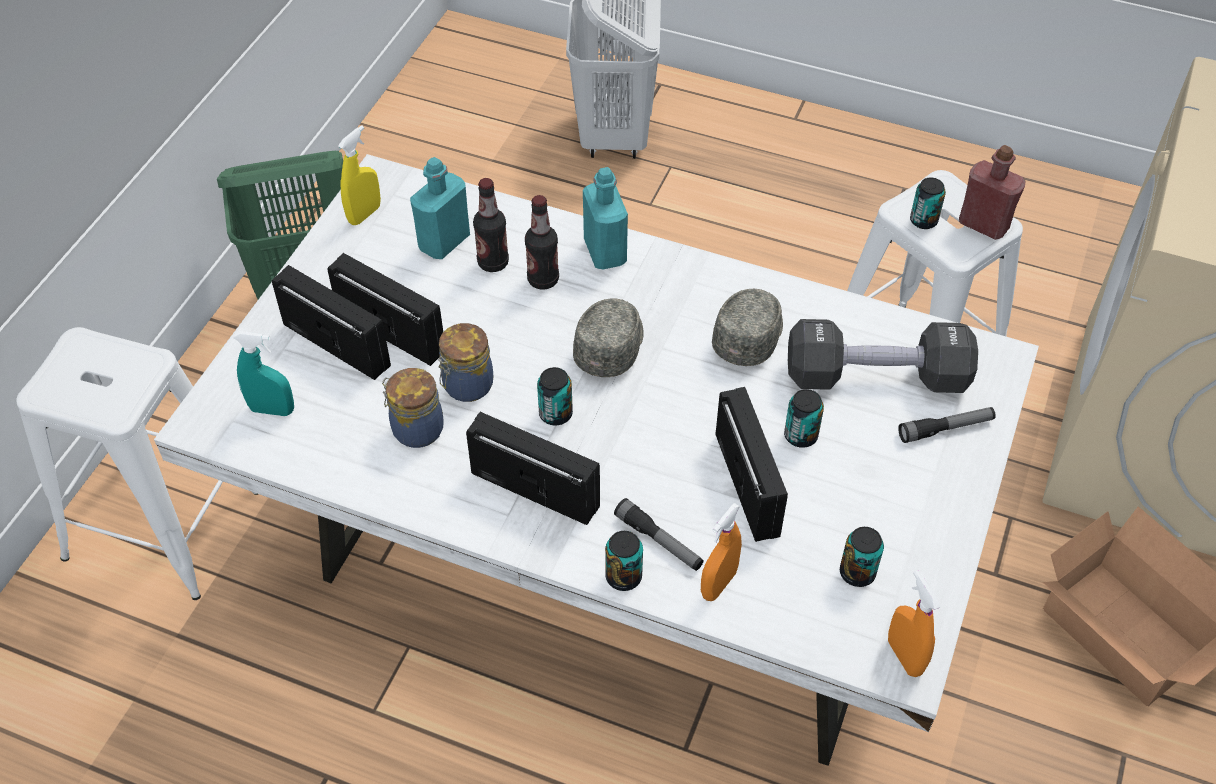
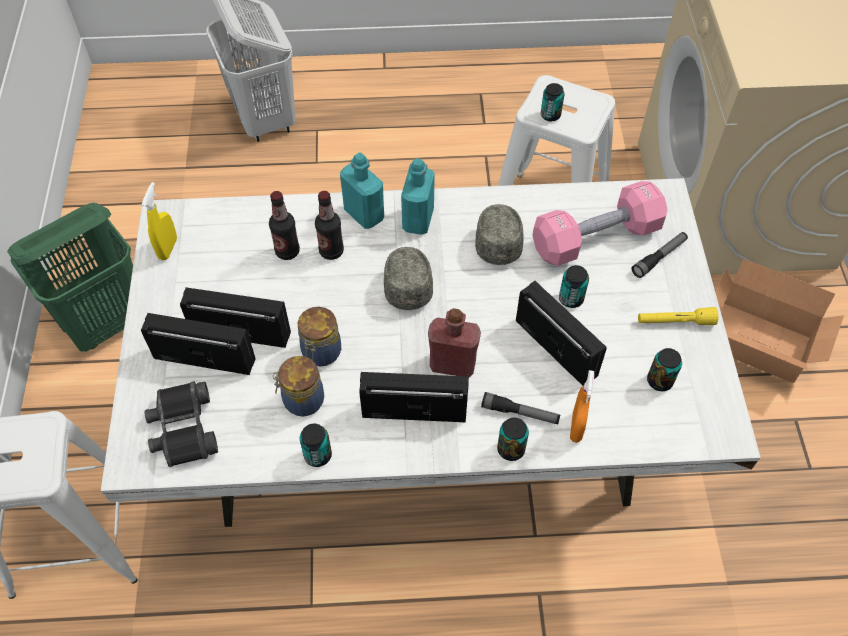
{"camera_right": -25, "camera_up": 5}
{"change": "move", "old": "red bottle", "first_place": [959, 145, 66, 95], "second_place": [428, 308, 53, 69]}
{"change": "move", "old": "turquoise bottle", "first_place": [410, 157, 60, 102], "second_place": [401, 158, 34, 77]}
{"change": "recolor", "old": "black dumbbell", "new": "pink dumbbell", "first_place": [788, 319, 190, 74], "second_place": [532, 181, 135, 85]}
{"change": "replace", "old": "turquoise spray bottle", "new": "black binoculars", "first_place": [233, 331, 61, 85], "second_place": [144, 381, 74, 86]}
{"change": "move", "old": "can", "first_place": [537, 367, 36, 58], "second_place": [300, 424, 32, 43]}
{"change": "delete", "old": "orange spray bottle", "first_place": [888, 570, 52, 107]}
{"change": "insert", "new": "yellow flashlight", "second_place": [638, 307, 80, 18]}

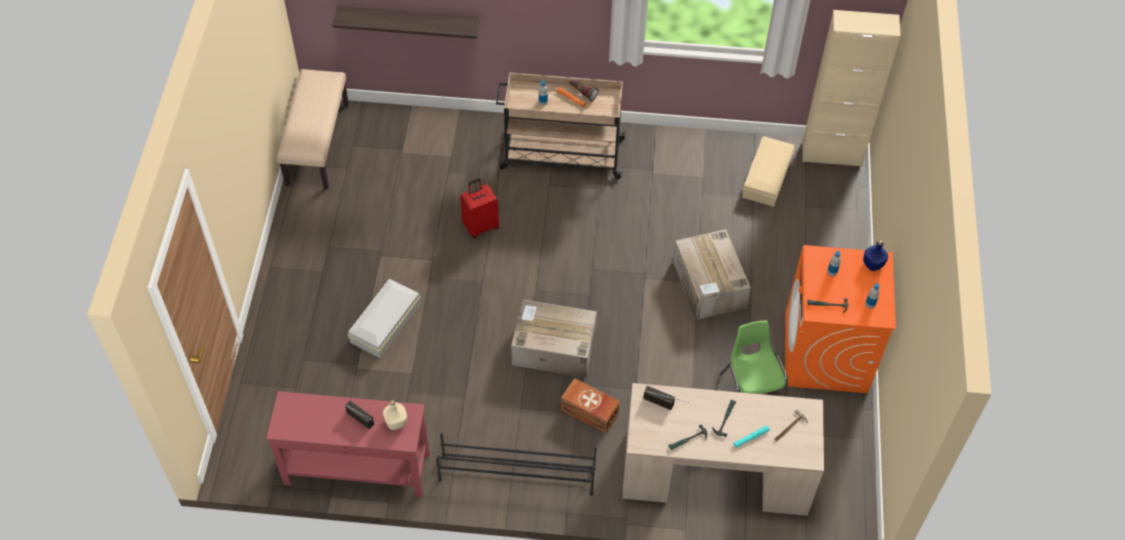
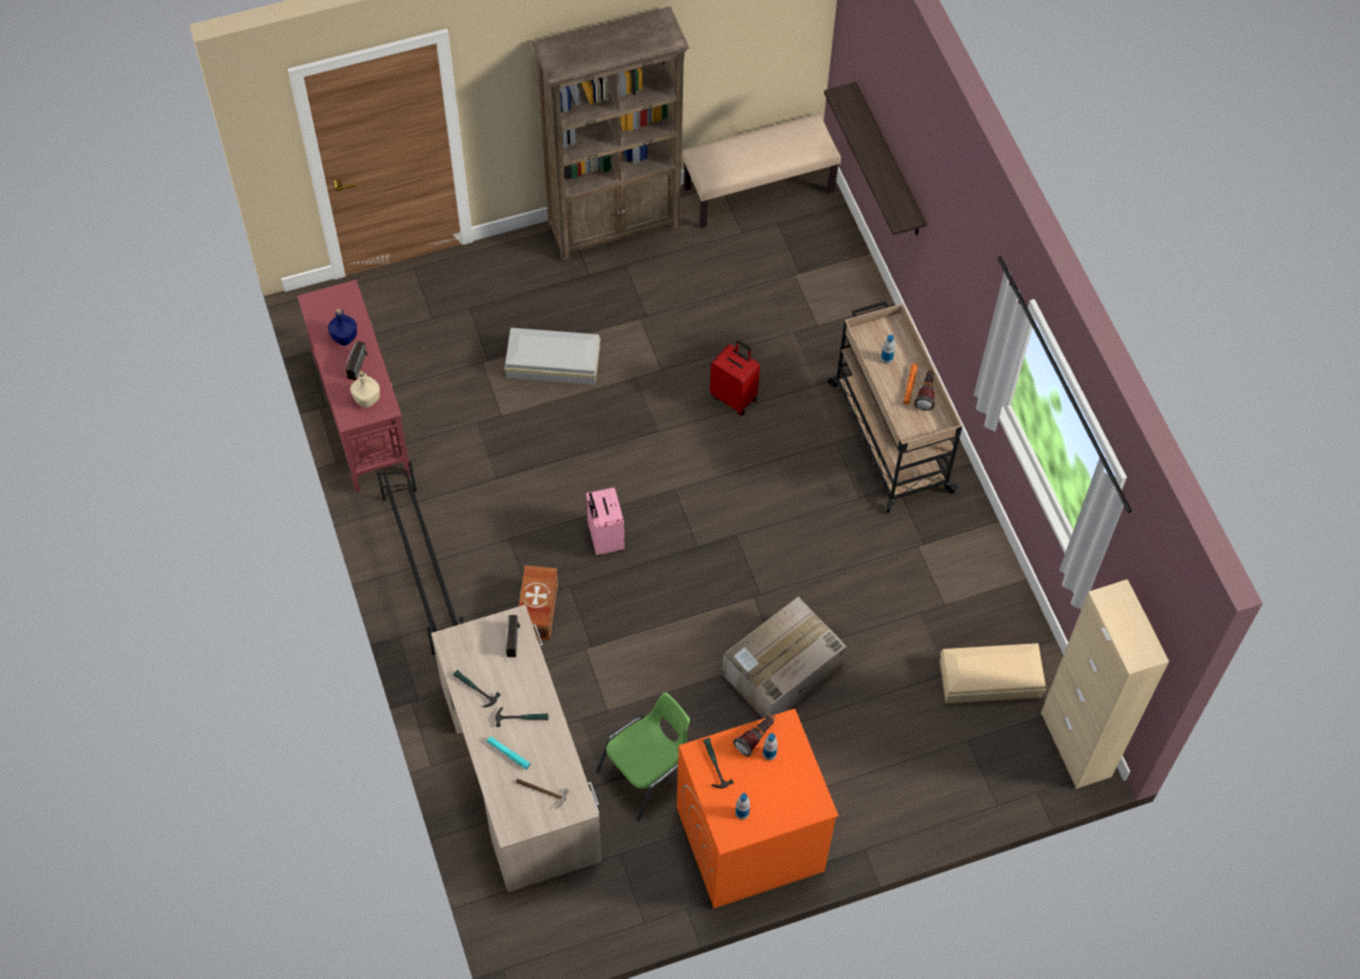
{"camera_right": 65, "camera_up": 5}
{"change": "move", "old": "blue bottle", "first_place": [863, 240, 25, 31], "second_place": [328, 308, 29, 38]}
{"change": "replace", "old": "cardboard box", "new": "pink suitcase", "first_place": [511, 299, 86, 78], "second_place": [586, 487, 39, 69]}
{"change": "insert", "new": "brown bookcase", "second_place": [532, 7, 157, 254]}
{"change": "insert", "new": "flashlight", "second_place": [733, 715, 42, 42]}

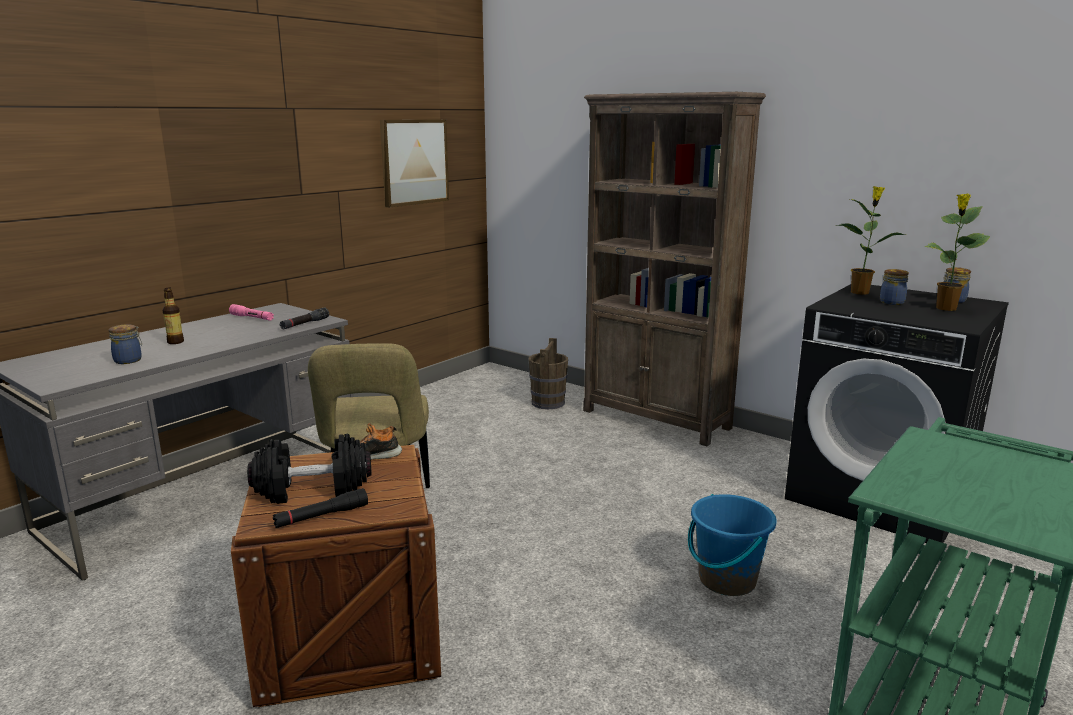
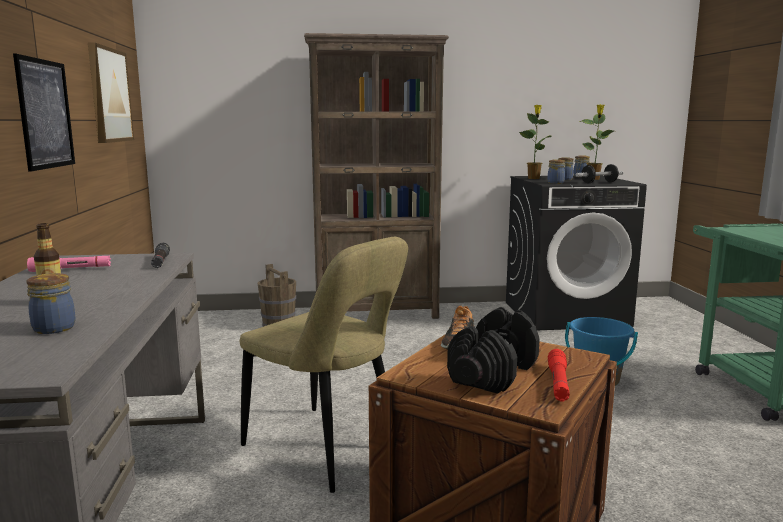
{"camera_right": -45, "camera_up": -5}
{"change": "recolor", "old": "black flashlight", "new": "red flashlight", "first_place": [273, 488, 95, 40], "second_place": [548, 349, 22, 53]}
{"change": "insert", "new": "picture", "second_place": [13, 54, 62, 118]}
{"change": "insert", "new": "jar", "second_place": [547, 159, 18, 25]}
{"change": "insert", "new": "dumbbell", "second_place": [576, 164, 47, 20]}

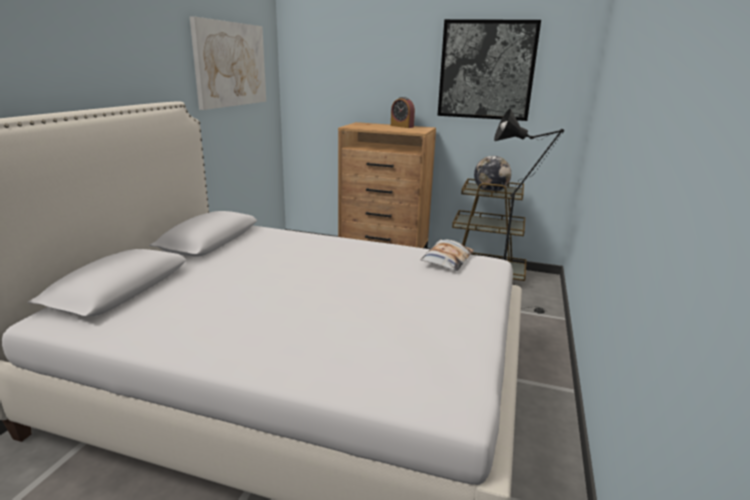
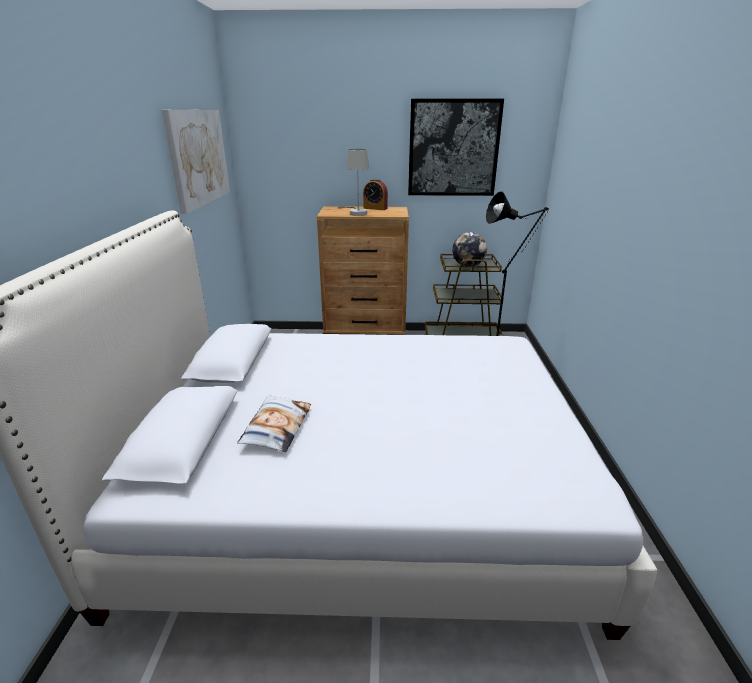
{"camera_right": -15, "camera_up": 5}
{"change": "move", "old": "pillow", "first_place": [421, 240, 53, 31], "second_place": [237, 395, 74, 57]}
{"change": "insert", "new": "grey table lamp", "second_place": [338, 149, 31, 67]}

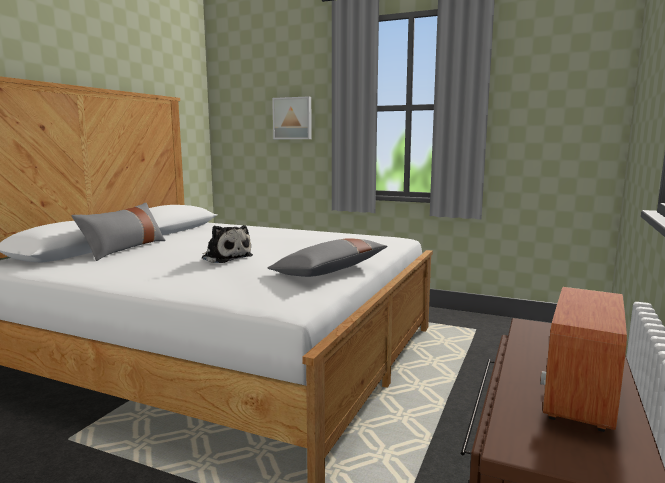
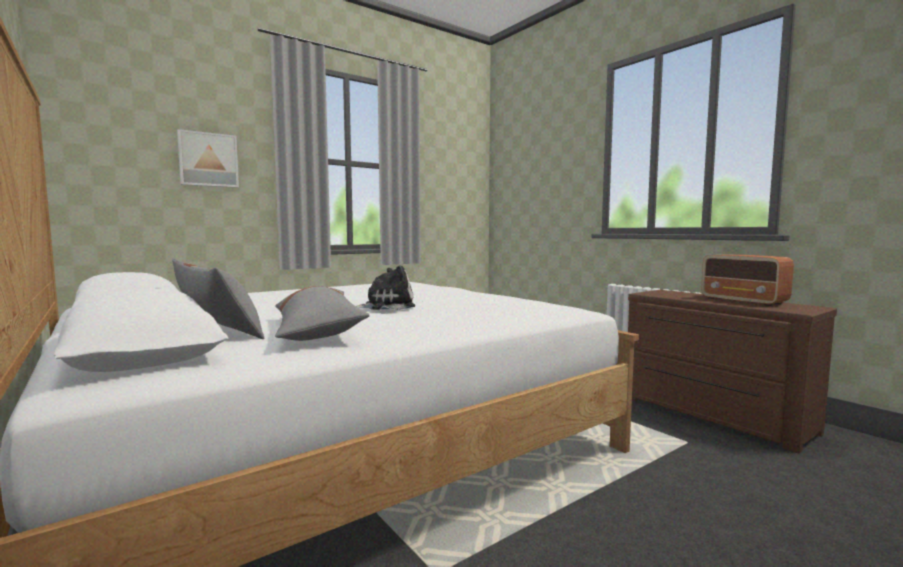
{"camera_right": -60, "camera_up": -5}
{"change": "move", "old": "grey pillow", "first_place": [268, 238, 120, 39], "second_place": [275, 286, 95, 55]}

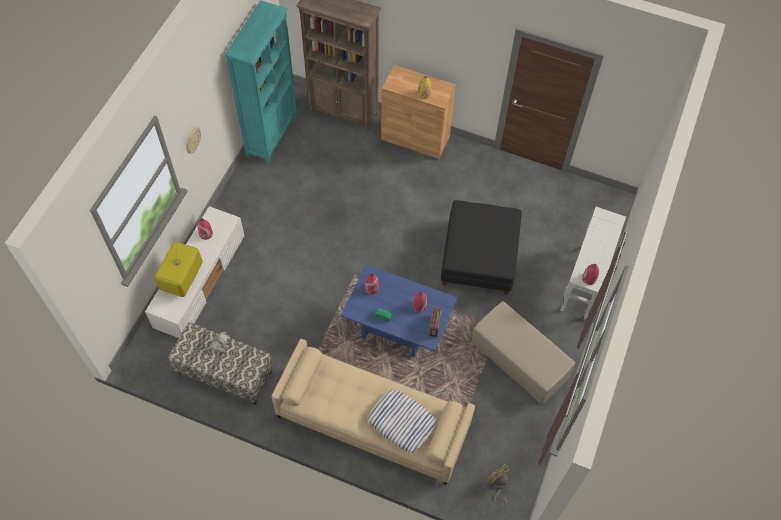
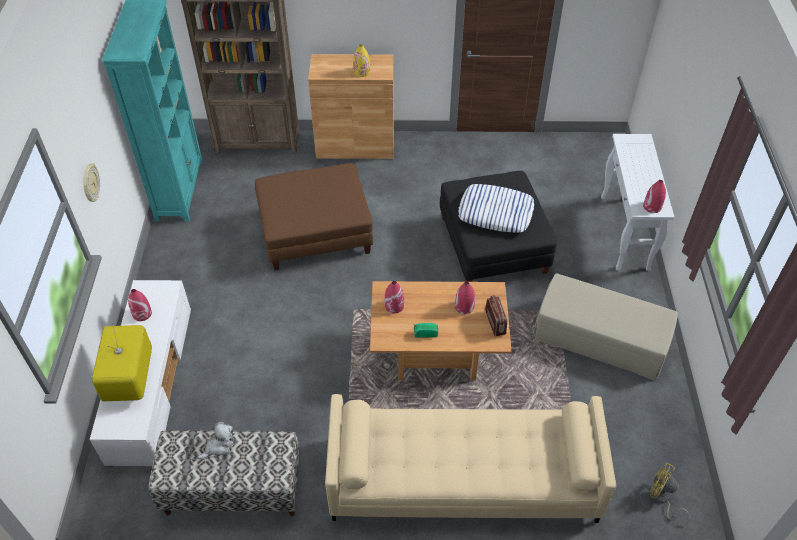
{"camera_right": -20, "camera_up": -10}
{"change": "recolor", "old": "blue coffee table", "new": "brown coffee table", "first_place": [341, 264, 117, 94], "second_place": [370, 281, 142, 100]}
{"change": "move", "old": "pillow", "first_place": [368, 389, 69, 64], "second_place": [458, 184, 76, 49]}
{"change": "insert", "new": "brown ottoman", "second_place": [255, 163, 118, 107]}

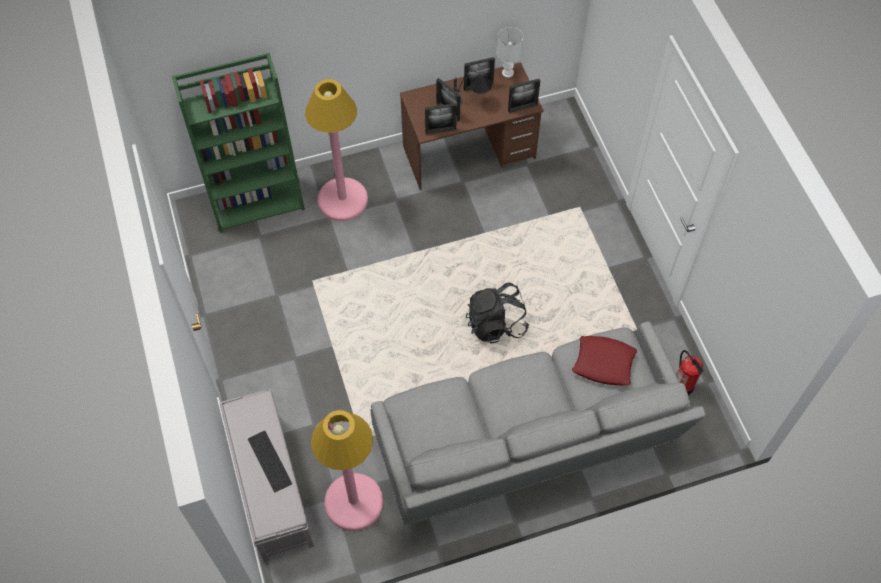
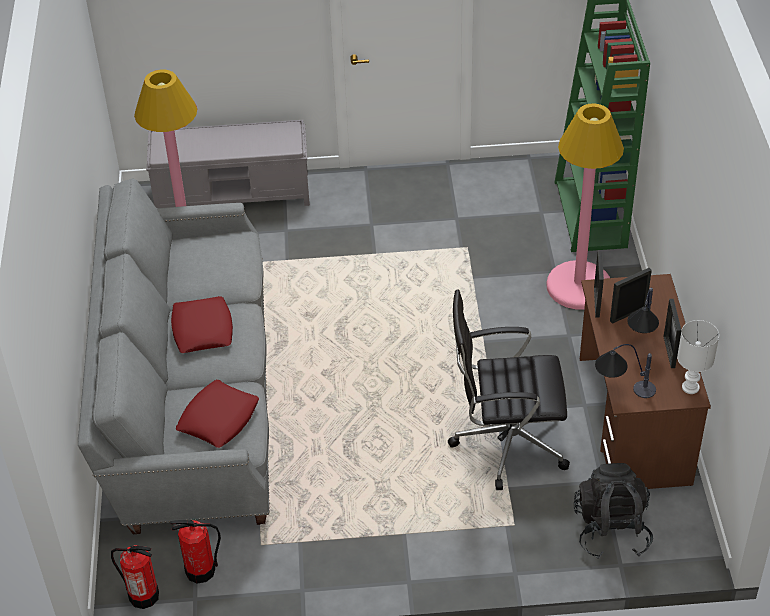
{"camera_right": 105, "camera_up": -15}
{"change": "replace", "old": "picture frame", "new": "table lamp", "first_place": [508, 79, 32, 34], "second_place": [595, 344, 61, 54]}
{"change": "move", "old": "black backpack", "first_place": [466, 283, 63, 61], "second_place": [574, 463, 79, 96]}
{"change": "delete", "old": "keyboard", "first_place": [248, 431, 44, 62]}
{"change": "insert", "new": "black office chair", "second_place": [448, 290, 122, 200]}
{"change": "insert", "new": "red pillow", "second_place": [171, 296, 62, 57]}
{"change": "insert", "new": "fire extinguisher", "second_place": [111, 545, 48, 64]}

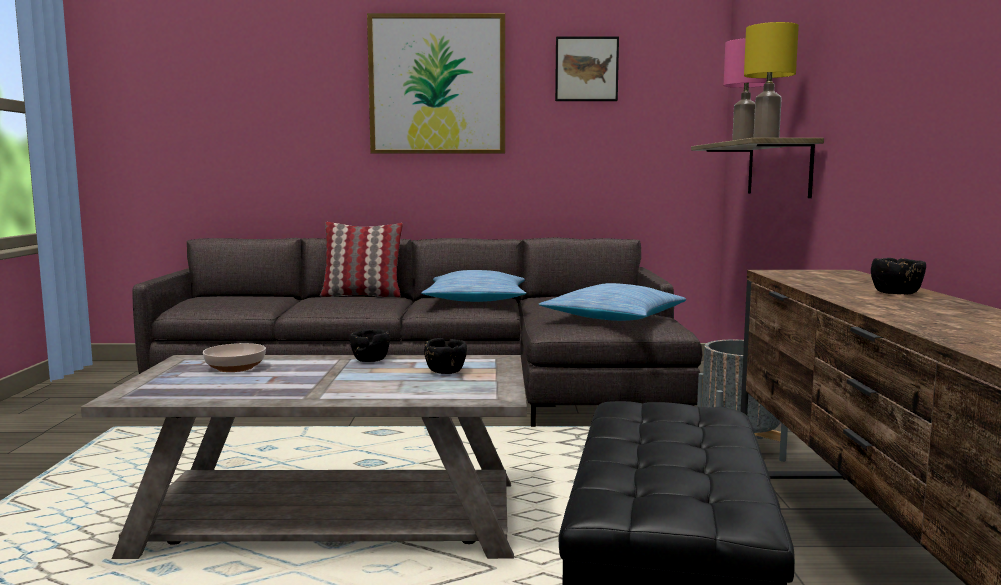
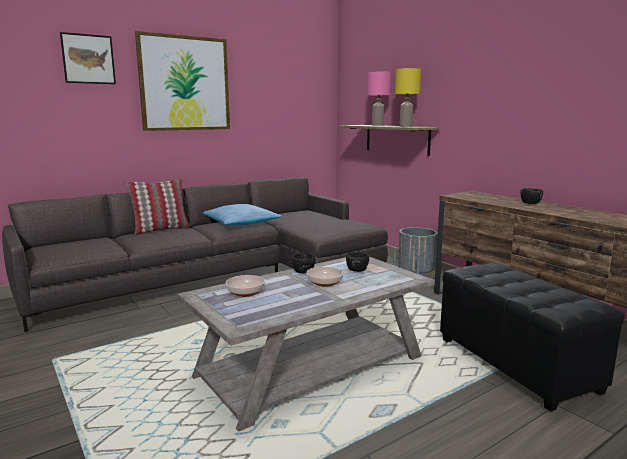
{"camera_right": -35, "camera_up": 5}
{"change": "move", "old": "picture", "first_place": [555, 36, 64, 65], "second_place": [60, 32, 56, 52]}
{"change": "delete", "old": "pillow", "first_place": [539, 283, 147, 38]}
{"change": "insert", "new": "bowl", "second_place": [307, 267, 36, 20]}

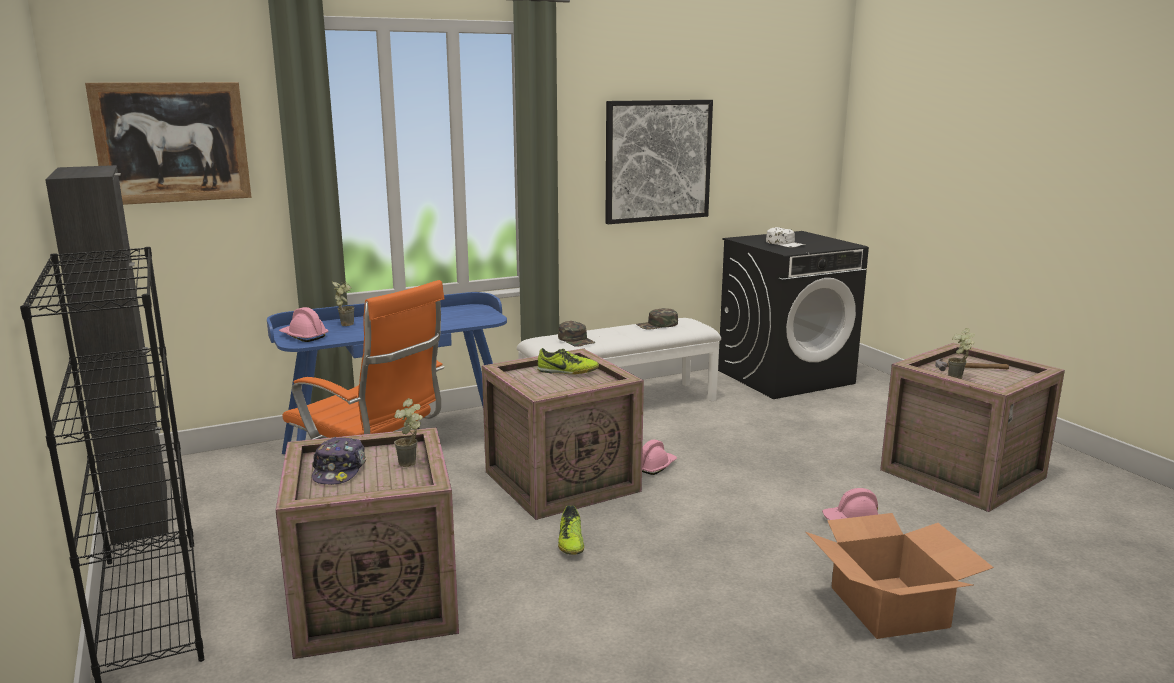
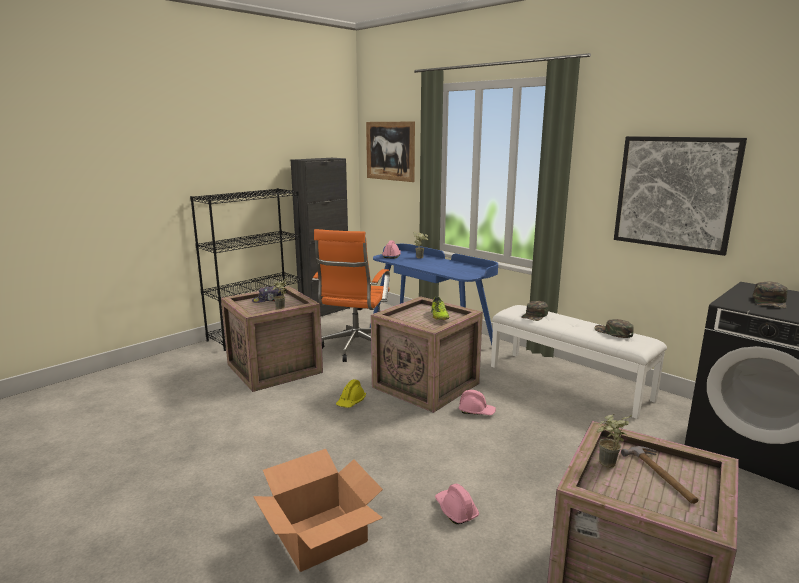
{"camera_right": 70, "camera_up": 0}
{"change": "recolor", "old": "white cap", "new": "green cap", "first_place": [766, 227, 39, 21], "second_place": [753, 281, 35, 27]}
{"change": "replace", "old": "shoe", "new": "yellow hard hat", "first_place": [558, 505, 26, 50], "second_place": [336, 379, 30, 29]}

